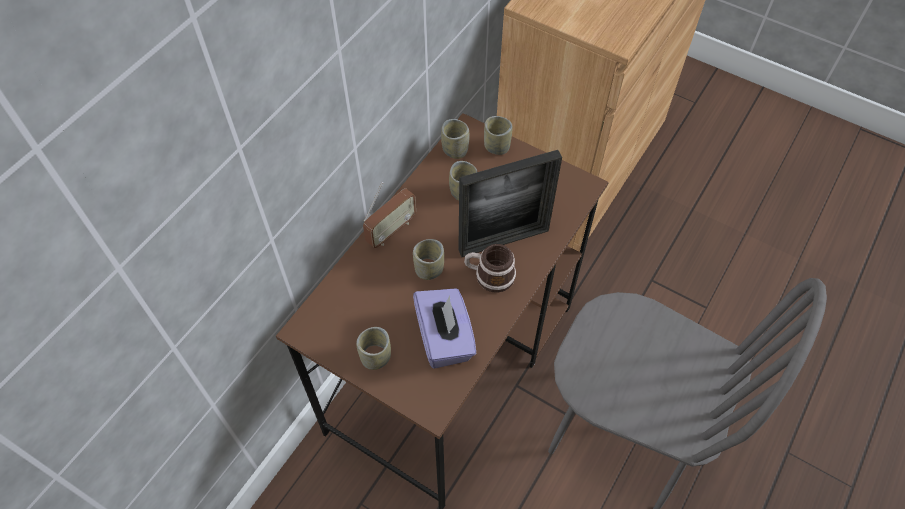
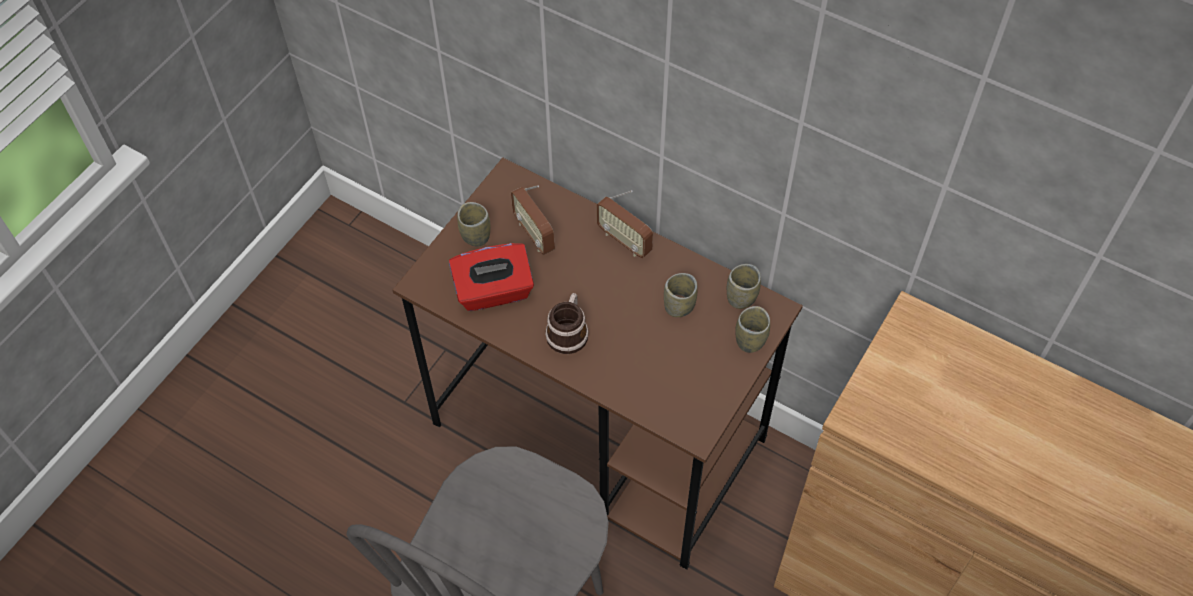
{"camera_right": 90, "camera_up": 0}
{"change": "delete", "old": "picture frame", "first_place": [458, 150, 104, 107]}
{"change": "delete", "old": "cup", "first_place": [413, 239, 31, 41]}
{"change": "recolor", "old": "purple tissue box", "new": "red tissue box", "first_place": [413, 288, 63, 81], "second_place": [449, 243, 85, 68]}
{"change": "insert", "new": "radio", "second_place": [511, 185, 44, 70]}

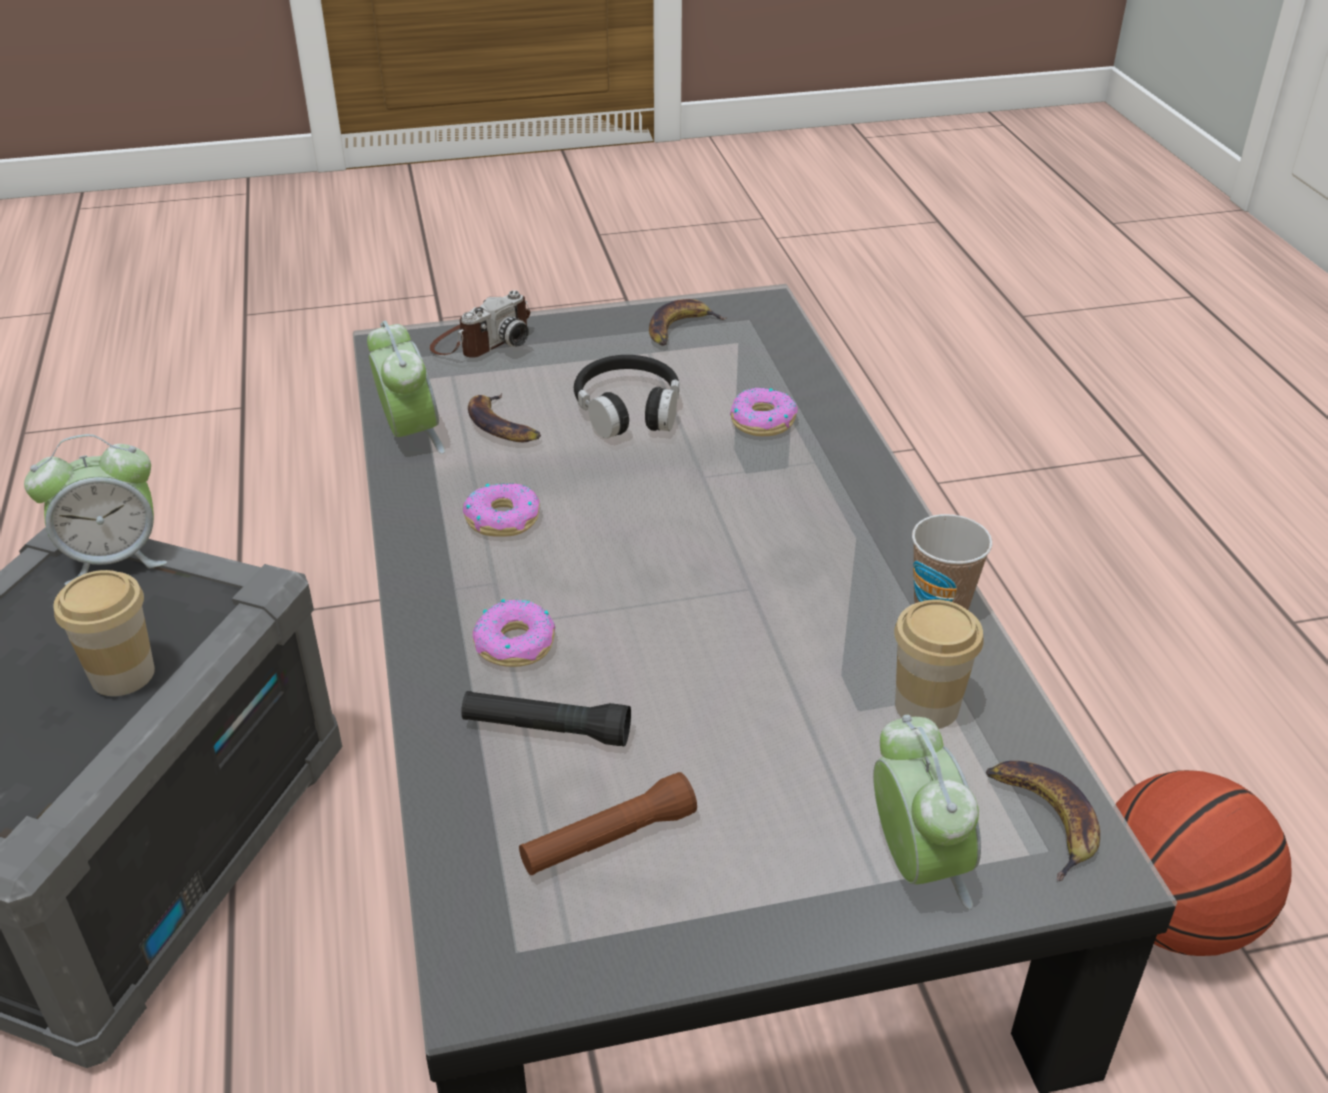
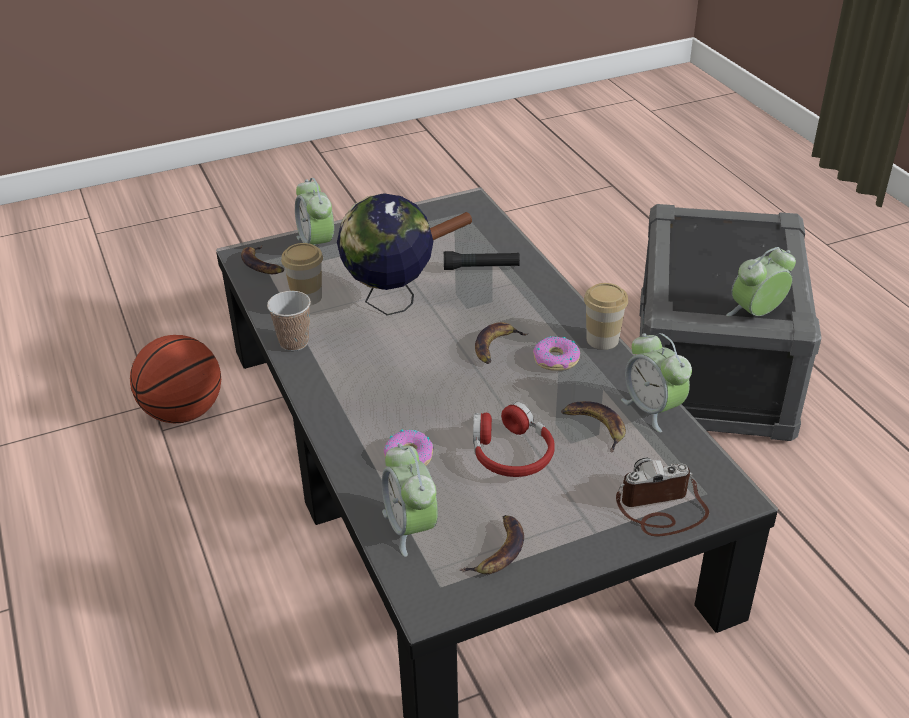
{"camera_right": 170, "camera_up": 0}
{"change": "rotate", "old": "photo camera", "first_place": [430, 290, 100, 68], "second_place": [616, 457, 93, 79], "degrees": 45}
{"change": "recolor", "old": "black headphones", "new": "red headphones", "first_place": [574, 355, 105, 84], "second_place": [473, 402, 82, 75]}
{"change": "move", "old": "cup", "first_place": [54, 570, 101, 126], "second_place": [584, 283, 44, 67]}
{"change": "delete", "old": "donut", "first_place": [472, 599, 83, 68]}
{"change": "insert", "new": "globe", "second_place": [337, 193, 96, 122]}
{"change": "insert", "new": "banana", "second_place": [475, 322, 52, 42]}
{"change": "insert", "new": "alarm clock", "second_place": [382, 444, 56, 113]}

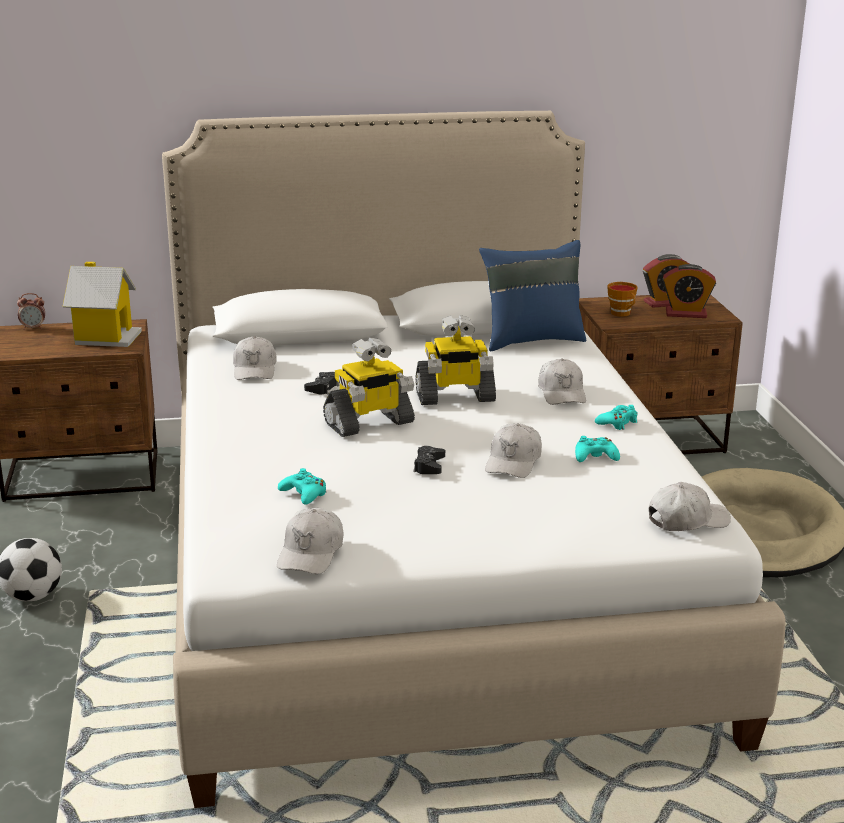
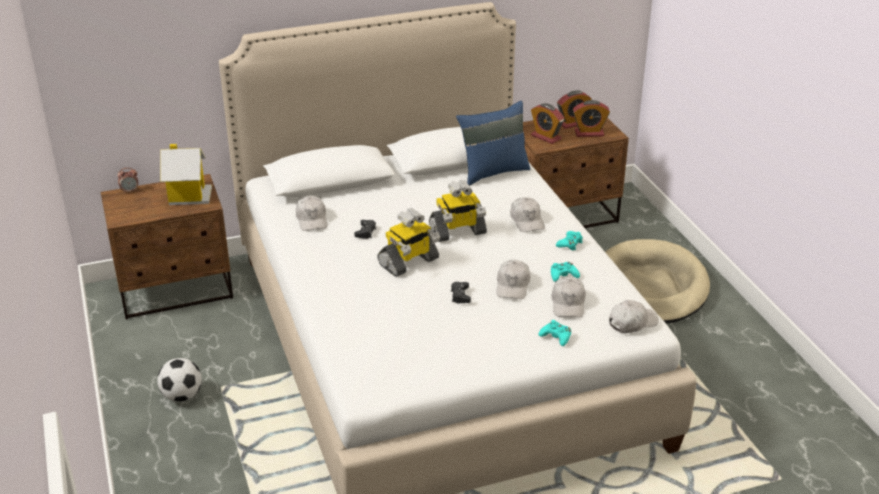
{"camera_right": -10, "camera_up": 10}
{"change": "replace", "old": "cup", "new": "alarm clock", "first_place": [607, 282, 30, 35], "second_place": [531, 103, 33, 41]}
{"change": "move", "old": "turquoise game controller", "first_place": [278, 468, 48, 37], "second_place": [539, 320, 32, 26]}
{"change": "move", "old": "white cap", "first_place": [277, 508, 66, 66], "second_place": [551, 277, 35, 41]}

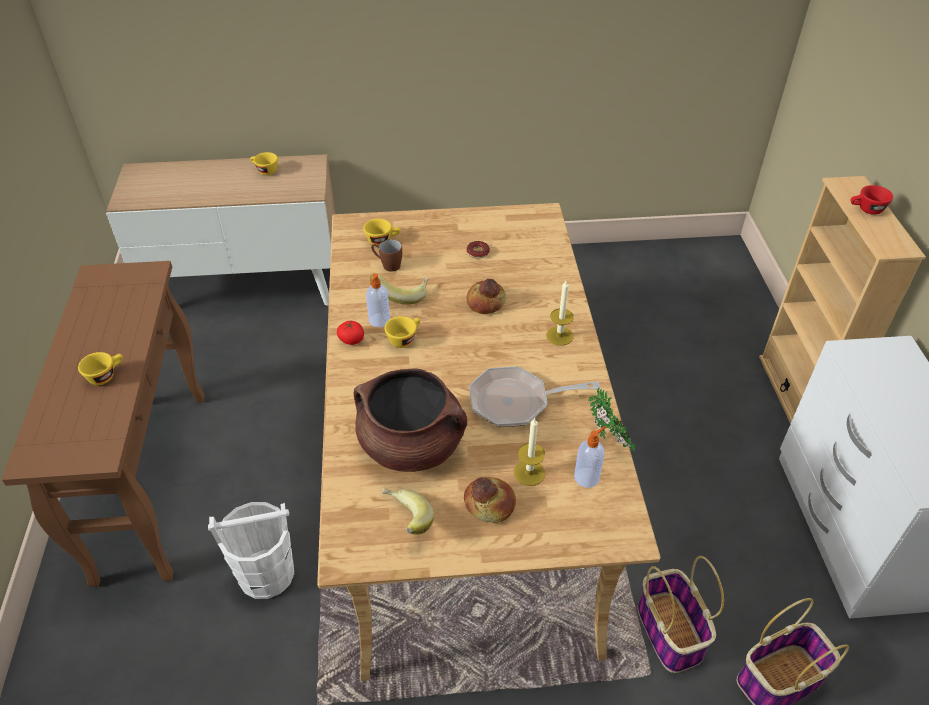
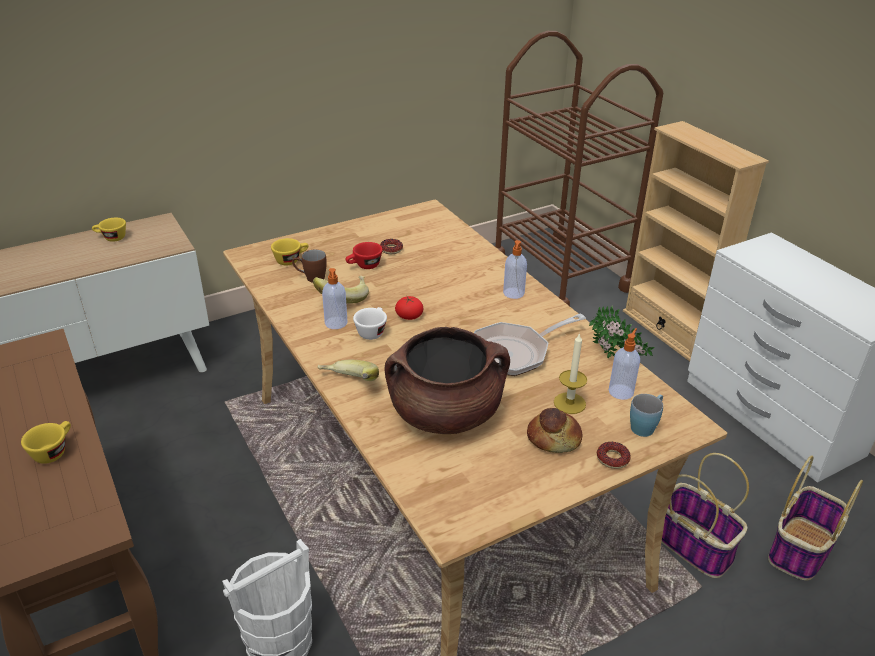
{"camera_right": -25, "camera_up": -10}
{"change": "move", "old": "red cup", "first_place": [850, 185, 43, 30], "second_place": [346, 242, 37, 27]}
{"change": "delete", "old": "bread", "first_place": [466, 279, 40, 35]}
{"change": "replace", "old": "candle", "new": "soap dispenser", "first_place": [546, 281, 28, 65], "second_place": [503, 240, 24, 59]}
{"change": "recolor", "old": "yellow cup", "new": "white cup", "first_place": [385, 316, 35, 32], "second_place": [353, 307, 34, 33]}
{"change": "move", "old": "tomato", "first_place": [337, 321, 27, 24], "second_place": [395, 296, 28, 24]}
{"change": "move", "old": "banana", "first_place": [382, 488, 52, 47], "second_place": [317, 360, 62, 21]}
{"change": "insert", "new": "brown cart", "second_place": [495, 31, 168, 275]}
{"change": "insert", "new": "blue mug", "second_place": [630, 394, 33, 43]}
{"change": "insert", "new": "donut", "second_place": [597, 442, 34, 27]}

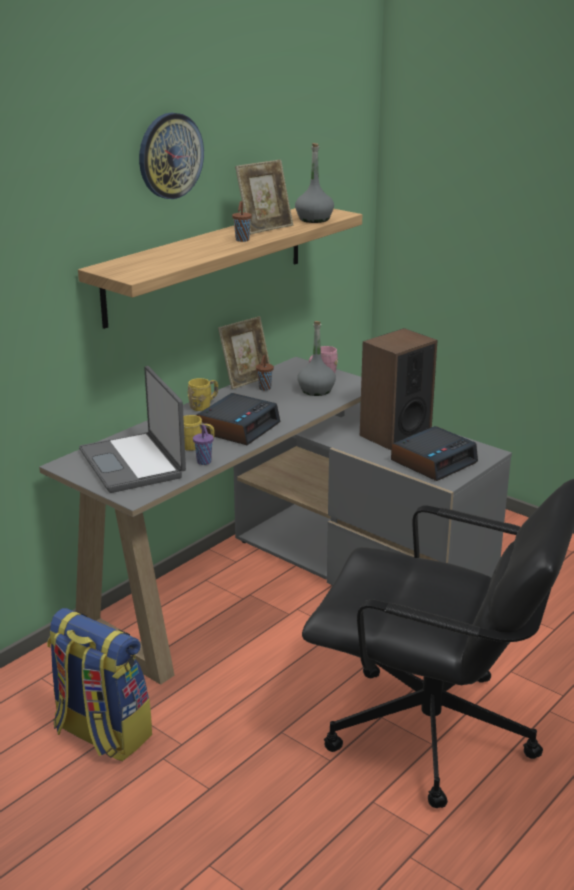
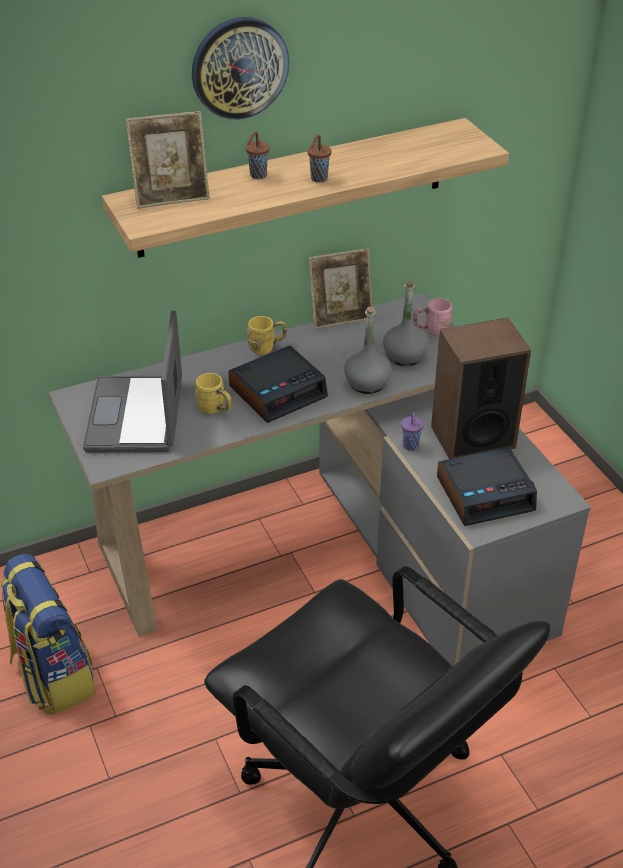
{"camera_right": 25, "camera_up": 15}
{"change": "move", "old": "grey bottle", "first_place": [295, 143, 39, 80], "second_place": [344, 307, 48, 87]}
{"change": "move", "old": "picture frame", "first_place": [235, 160, 58, 75], "second_place": [125, 111, 85, 98]}
{"change": "move", "old": "brown cup", "first_place": [256, 355, 18, 36], "second_place": [246, 131, 23, 48]}
{"change": "move", "old": "purple cup", "first_place": [193, 425, 21, 40], "second_place": [401, 412, 23, 39]}

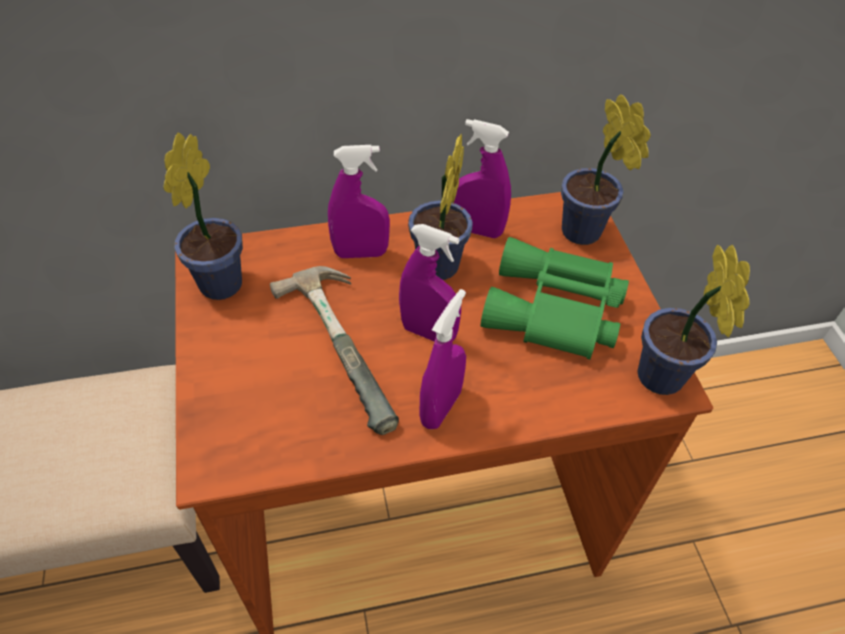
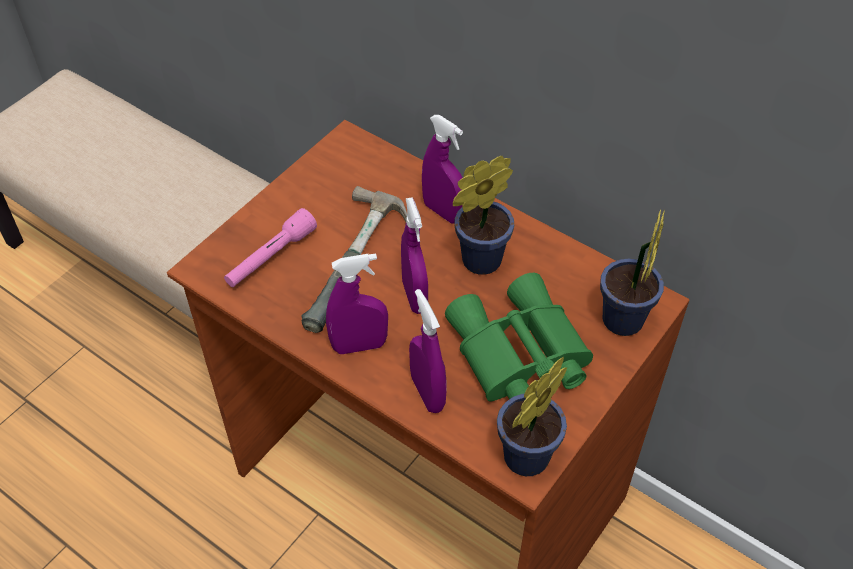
{"camera_right": 50, "camera_up": 0}
{"change": "move", "old": "purple spray bottle", "first_place": [454, 119, 57, 119], "second_place": [409, 289, 38, 124]}
{"change": "delete", "old": "potted plant", "first_place": [163, 132, 80, 168]}
{"change": "insert", "new": "pink flashlight", "second_place": [224, 208, 93, 79]}

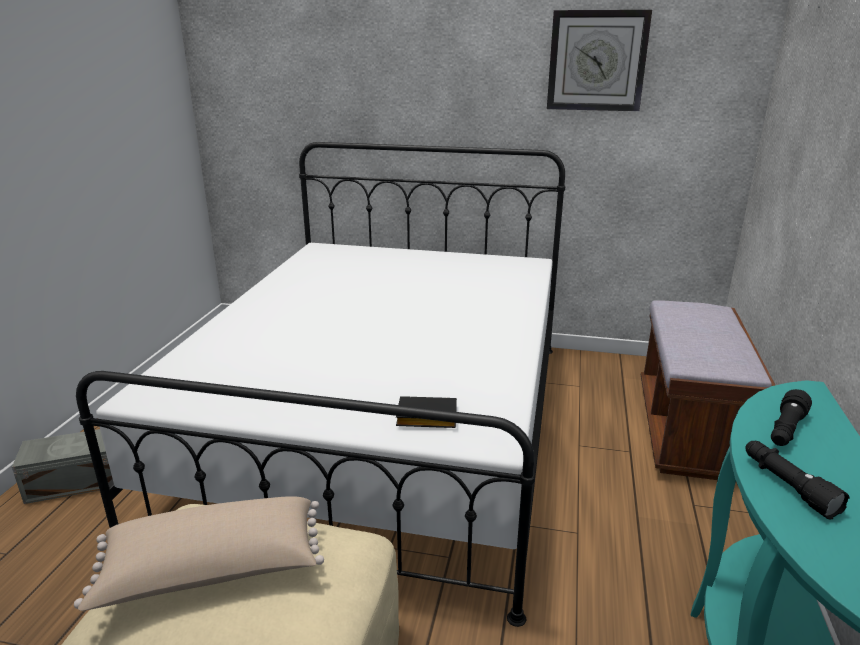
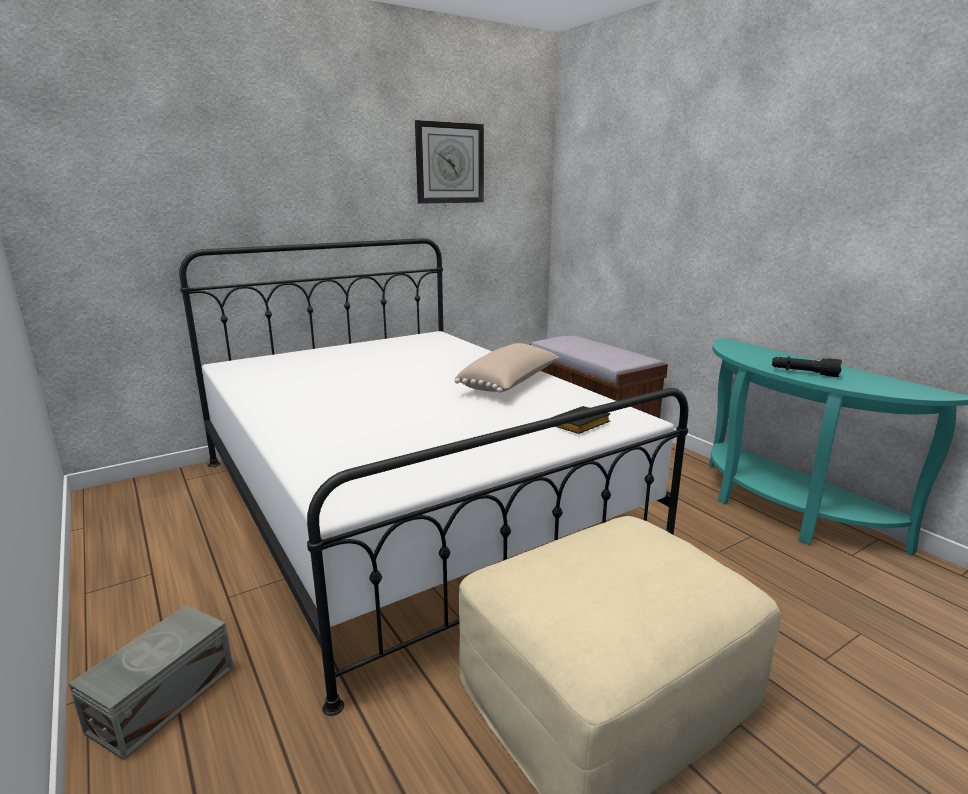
{"camera_right": -45, "camera_up": -5}
{"change": "delete", "old": "black flashlight", "first_place": [771, 389, 41, 57]}
{"change": "move", "old": "beige pillow", "first_place": [74, 496, 250, 115], "second_place": [455, 343, 104, 50]}

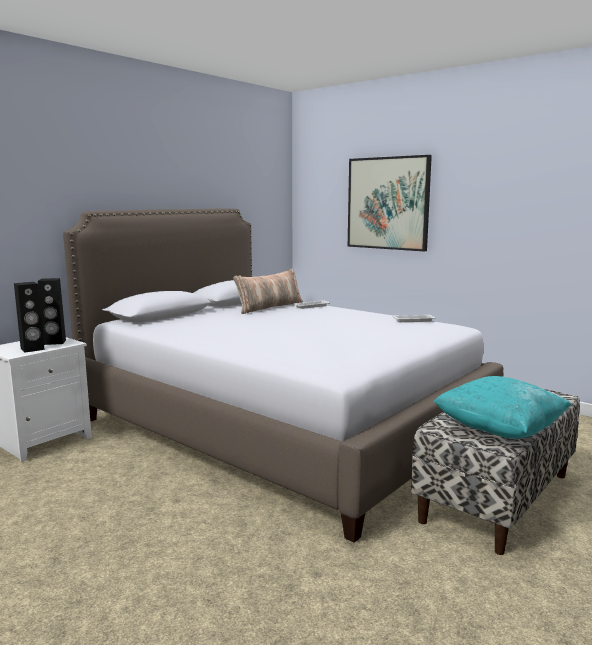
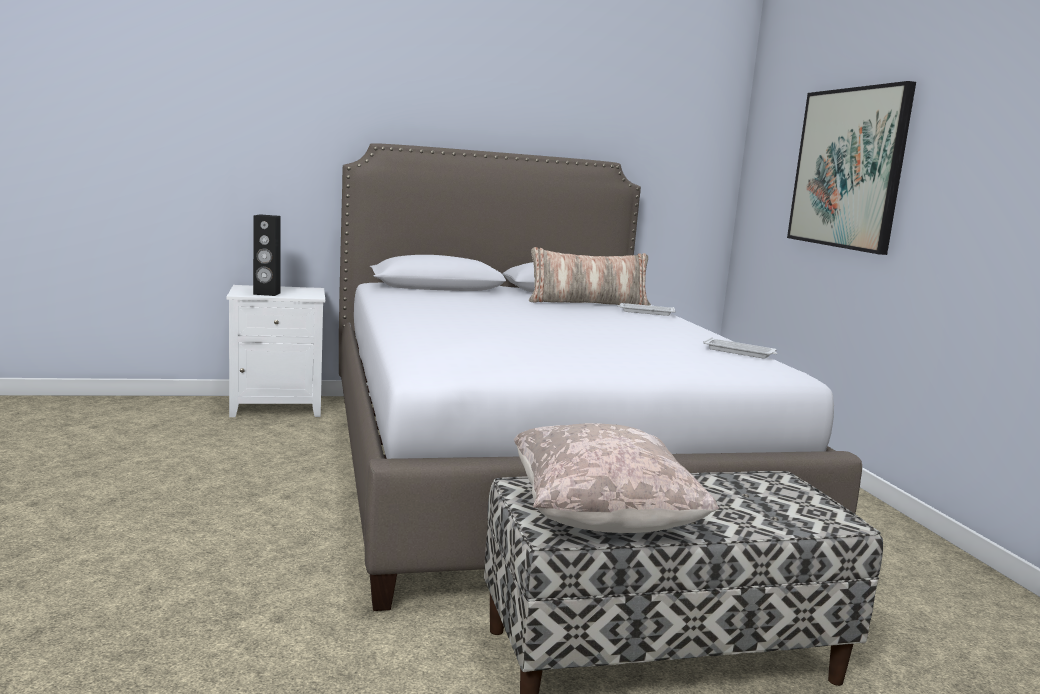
{"camera_right": 35, "camera_up": 0}
{"change": "delete", "old": "black speaker", "first_place": [38, 278, 28, 67]}
{"change": "recolor", "old": "turquoise pillow", "new": "beige pillow", "first_place": [433, 376, 138, 63], "second_place": [514, 423, 205, 110]}

